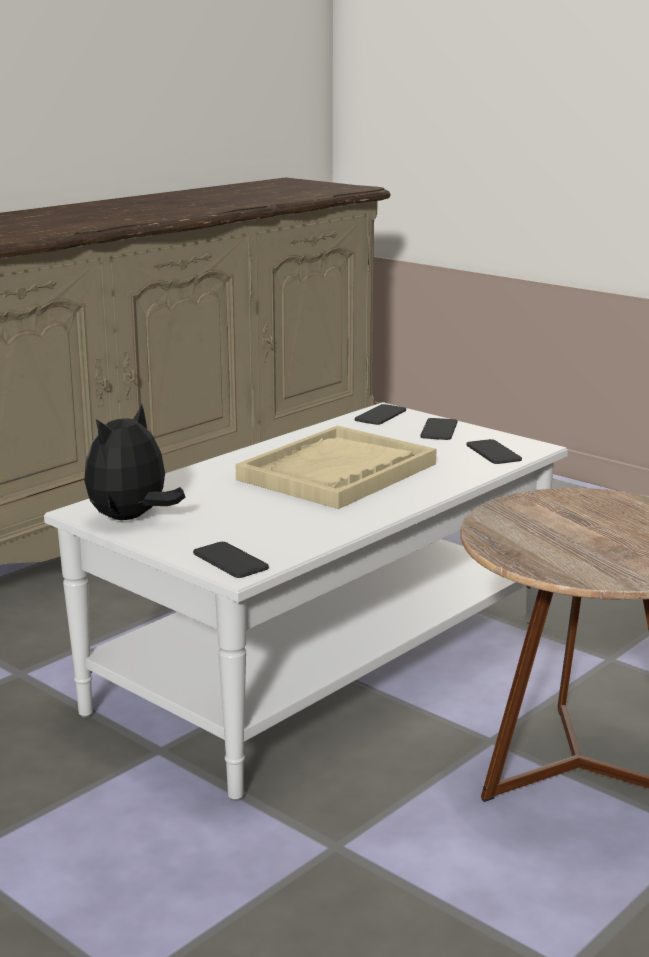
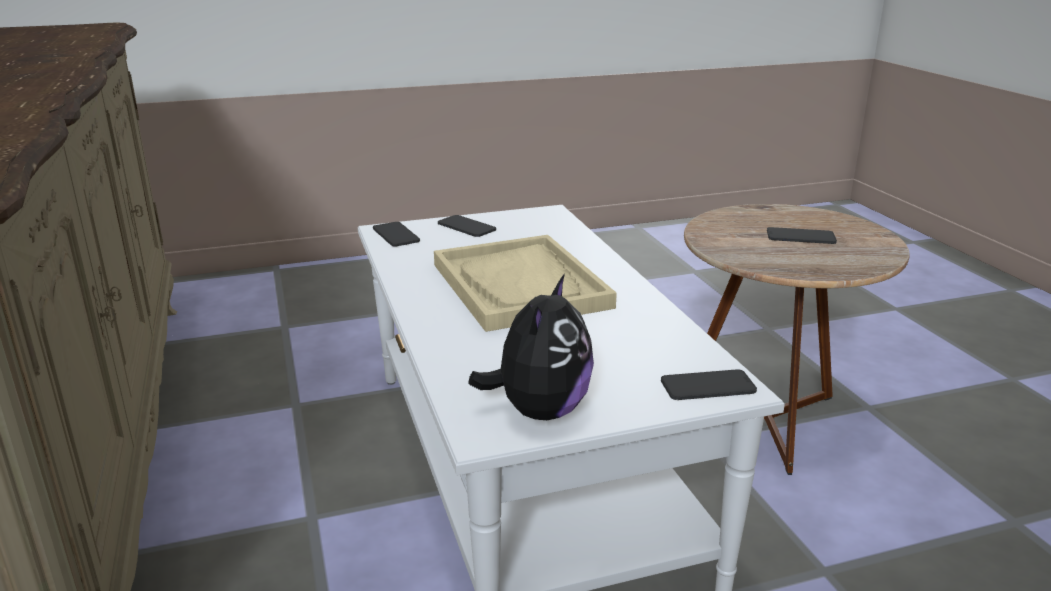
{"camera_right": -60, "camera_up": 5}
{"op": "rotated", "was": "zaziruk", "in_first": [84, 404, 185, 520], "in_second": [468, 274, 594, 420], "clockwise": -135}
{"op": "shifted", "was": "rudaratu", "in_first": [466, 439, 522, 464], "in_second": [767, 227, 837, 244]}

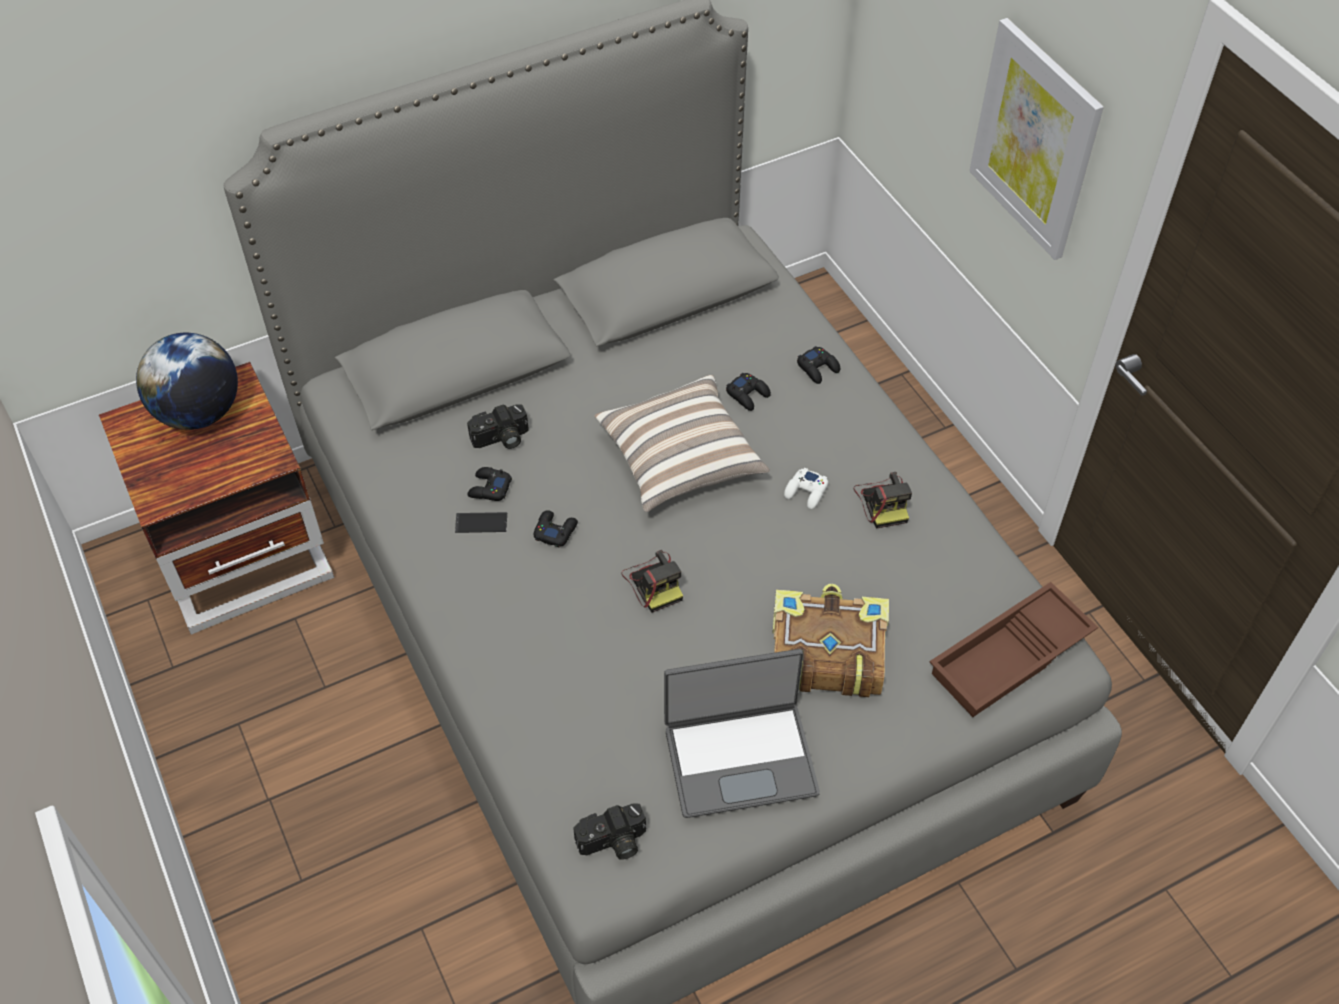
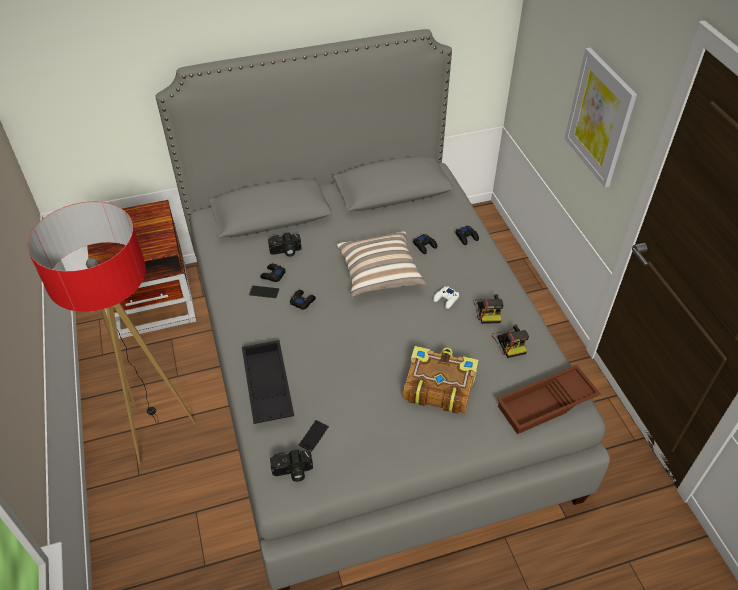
{"camera_right": 10, "camera_up": -5}
{"op": "new", "now": "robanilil", "in_second": [27, 202, 196, 465]}
{"op": "new", "now": "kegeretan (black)", "in_second": [242, 340, 294, 424]}
{"op": "new", "now": "rudaratu", "in_second": [299, 420, 329, 452]}
{"op": "shifted", "was": "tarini", "in_first": [622, 550, 683, 613], "in_second": [492, 324, 529, 358]}
{"op": "gone", "was": "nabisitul", "in_first": [136, 333, 238, 430]}
{"op": "gone", "was": "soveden", "in_first": [664, 649, 820, 818]}

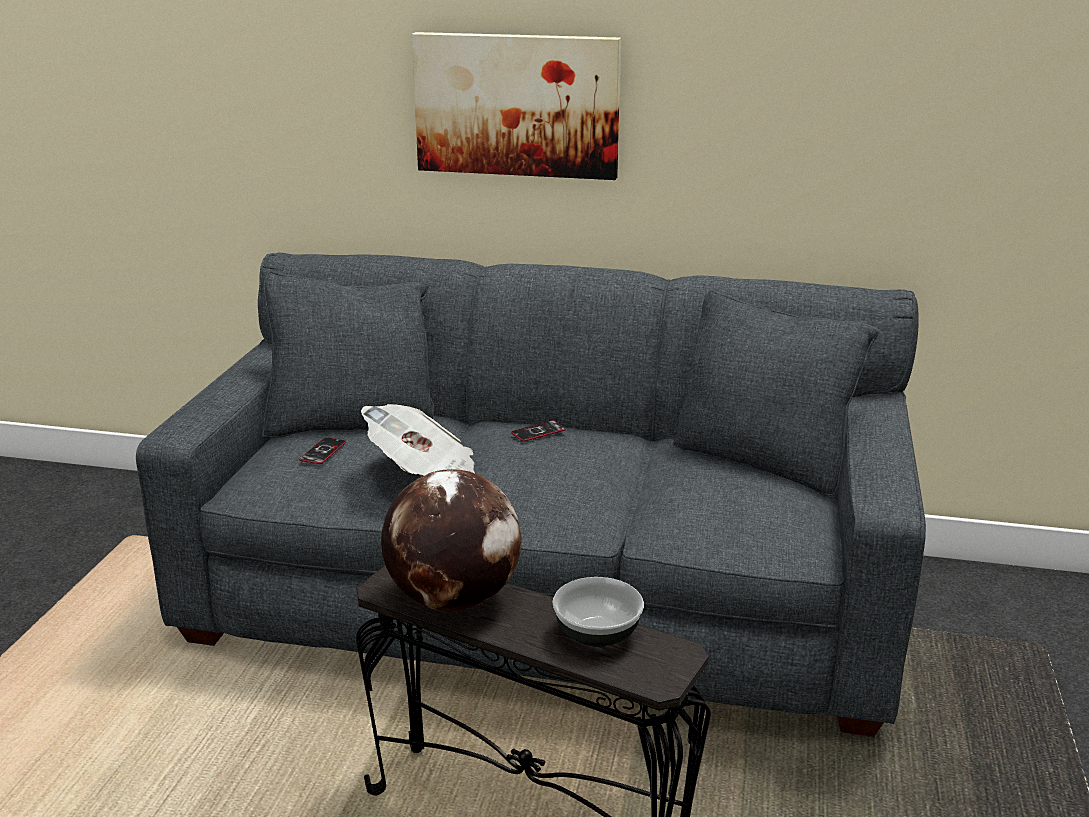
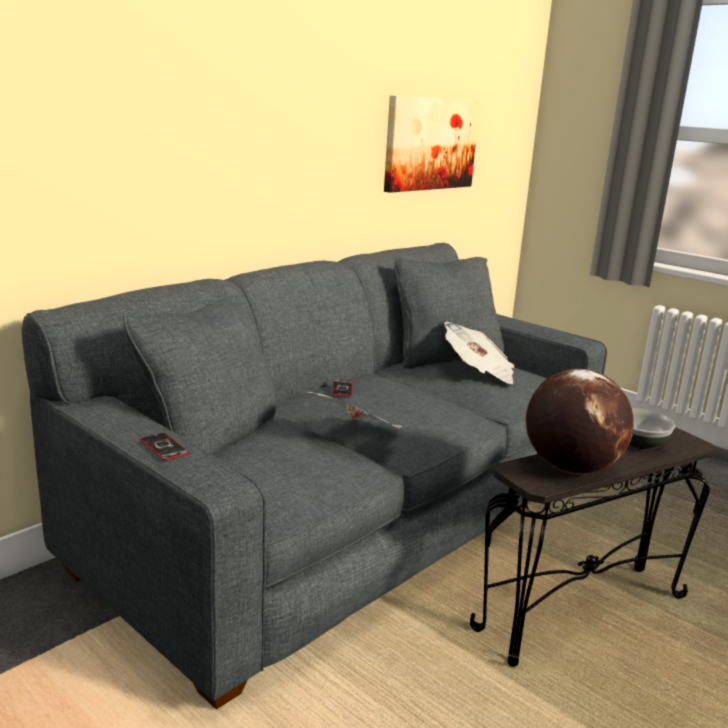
{"camera_right": -60, "camera_up": -5}
{"op": "shifted", "was": "rudaratu", "in_first": [299, 437, 346, 464], "in_second": [140, 433, 189, 460]}
{"op": "shifted", "was": "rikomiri", "in_first": [412, 32, 621, 180], "in_second": [384, 95, 480, 193]}
{"op": "new", "now": "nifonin", "in_second": [444, 321, 515, 384]}

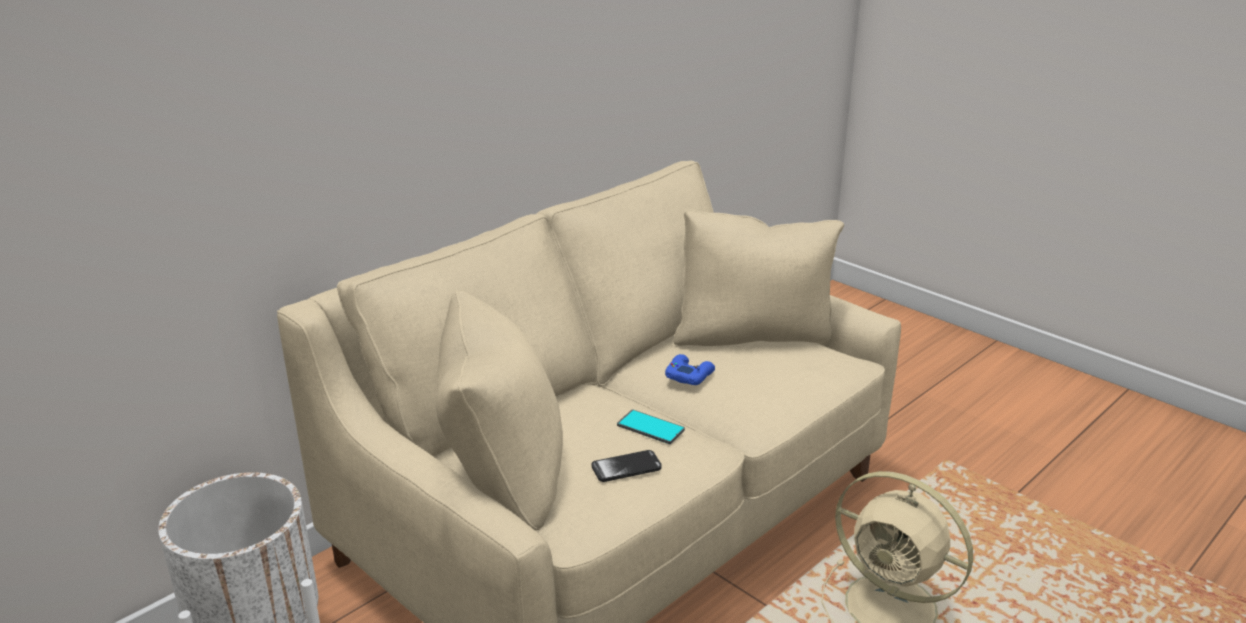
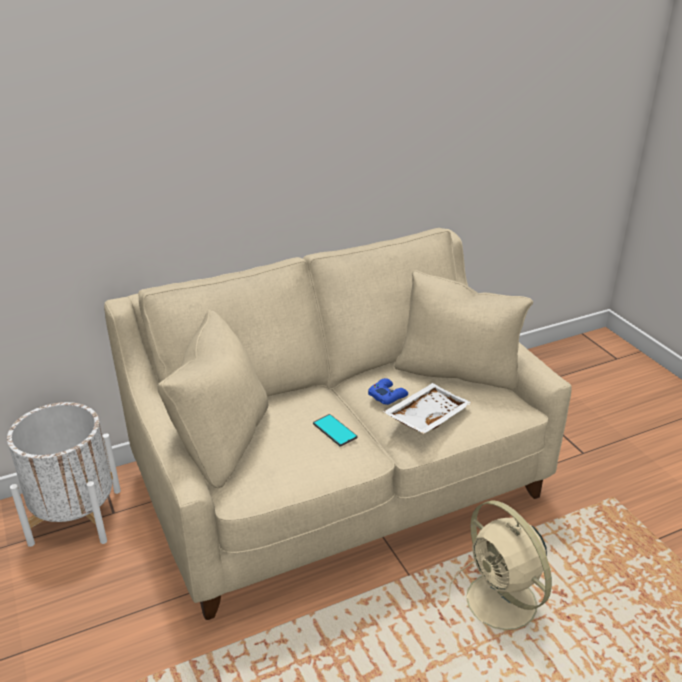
{"camera_right": 20, "camera_up": 5}
{"op": "new", "now": "kegeretan (white)", "in_second": [383, 383, 472, 434]}
{"op": "gone", "was": "rudaratu", "in_first": [592, 450, 662, 482]}

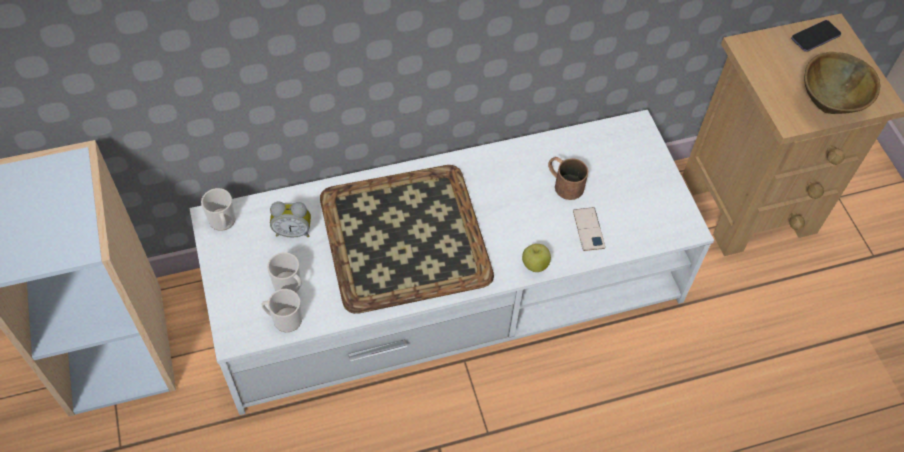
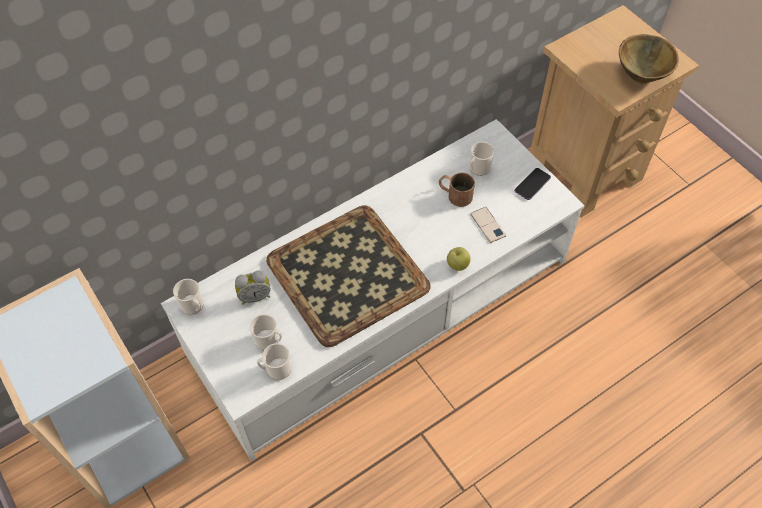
{"camera_right": -15, "camera_up": 0}
{"op": "new", "now": "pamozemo", "in_second": [470, 142, 494, 176]}
{"op": "shifted", "was": "rudaratu", "in_first": [791, 20, 841, 52], "in_second": [515, 168, 551, 200]}

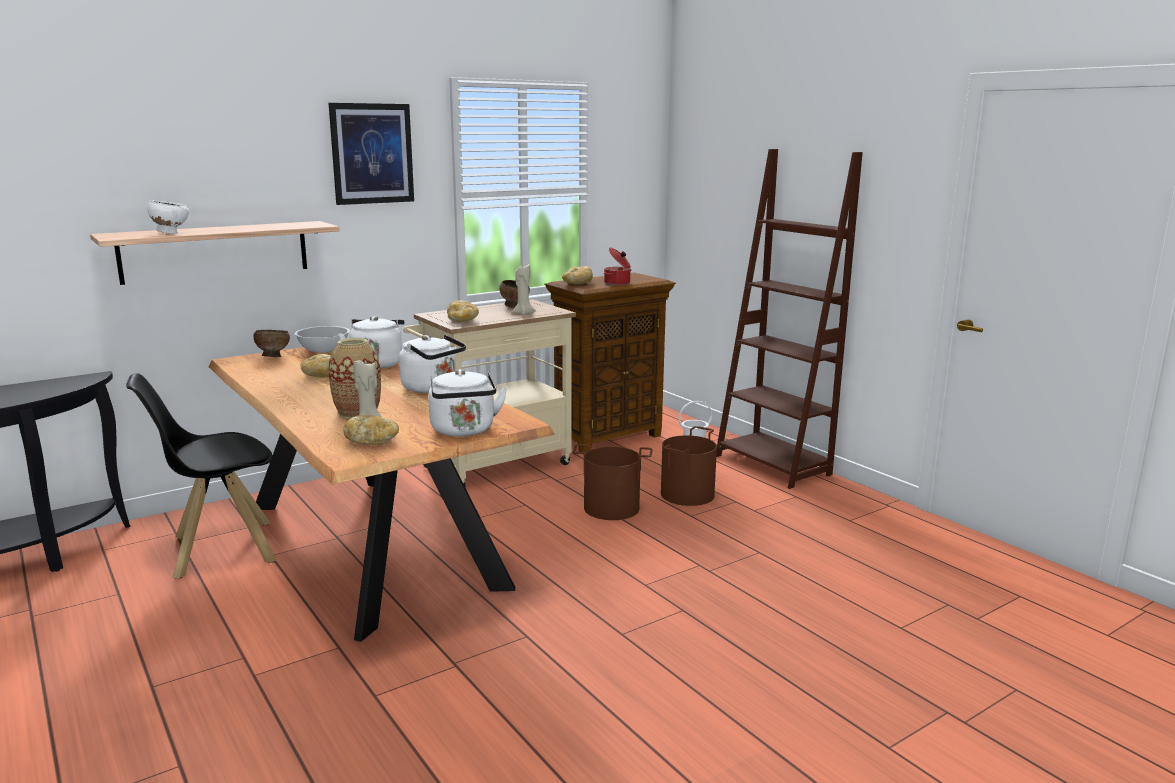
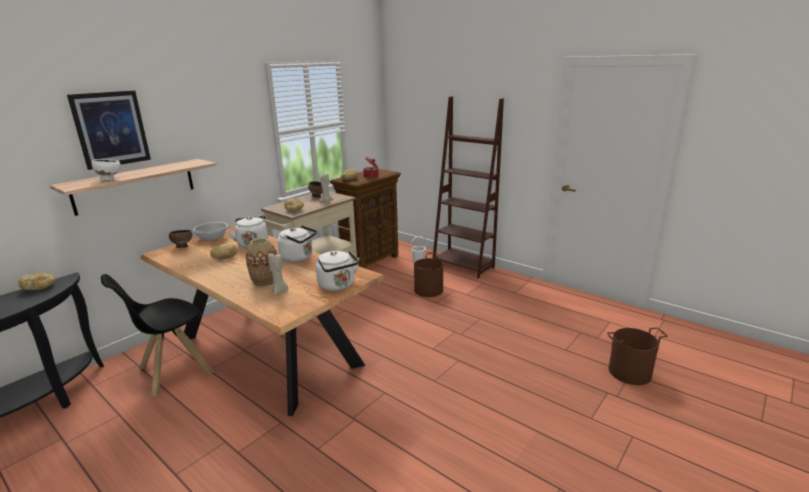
{"camera_right": -15, "camera_up": 5}
{"op": "shifted", "was": "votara", "in_first": [343, 415, 399, 445], "in_second": [18, 273, 56, 290]}
{"op": "shifted", "was": "rikomiri", "in_first": [329, 103, 414, 205], "in_second": [67, 90, 151, 170]}
{"op": "shifted", "was": "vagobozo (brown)", "in_first": [573, 444, 652, 520], "in_second": [607, 327, 668, 385]}

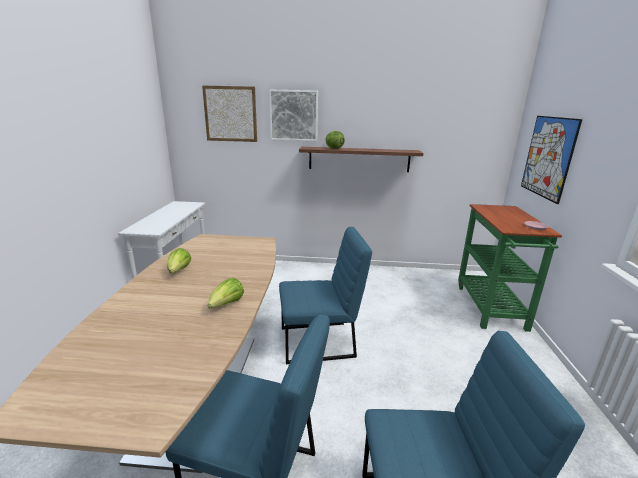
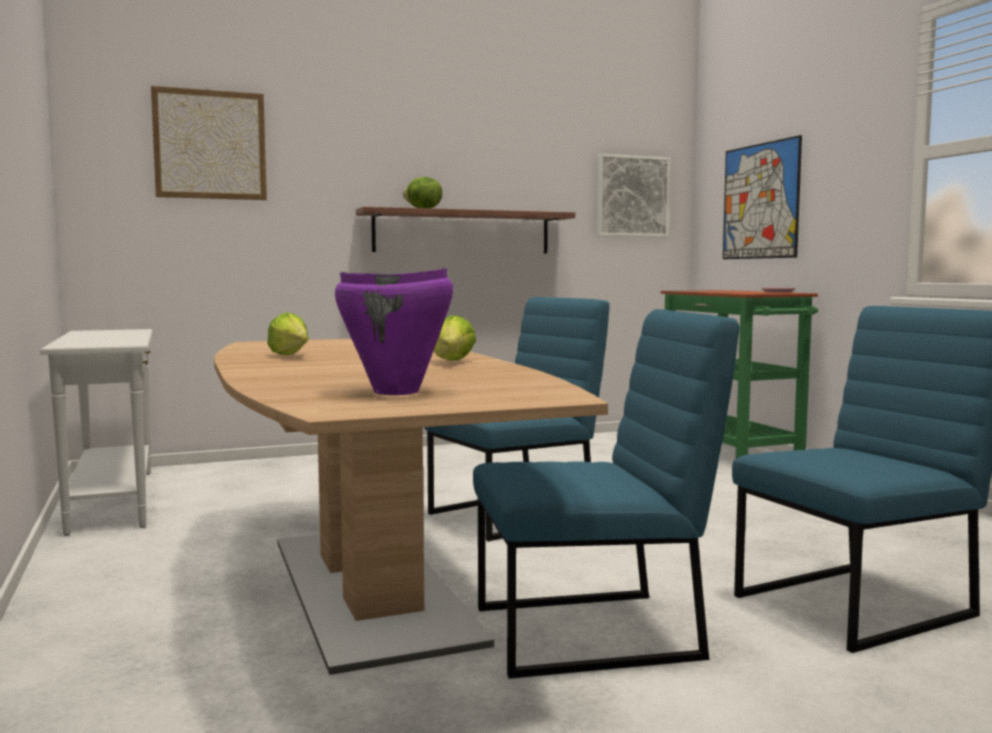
{"camera_right": -25, "camera_up": -15}
{"op": "new", "now": "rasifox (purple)", "in_second": [335, 268, 453, 395]}
{"op": "shifted", "was": "rikomiri", "in_first": [269, 89, 318, 141], "in_second": [597, 154, 671, 237]}

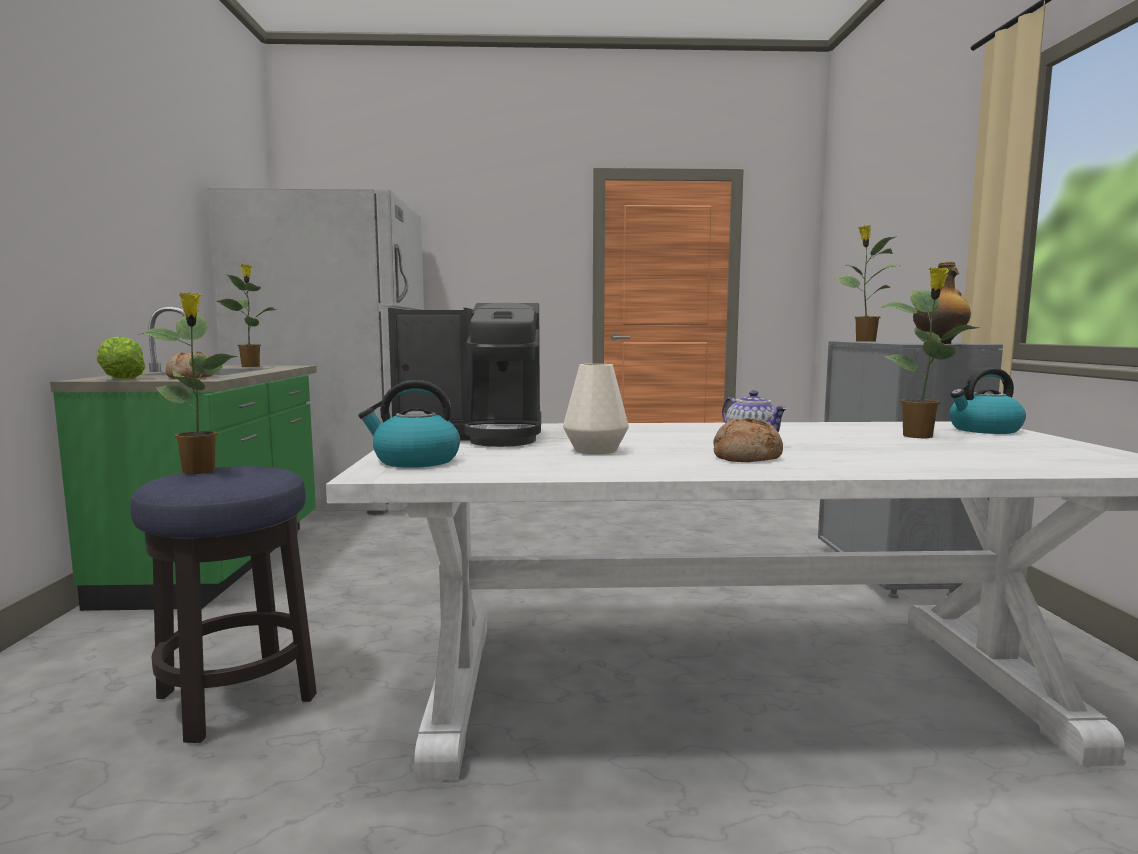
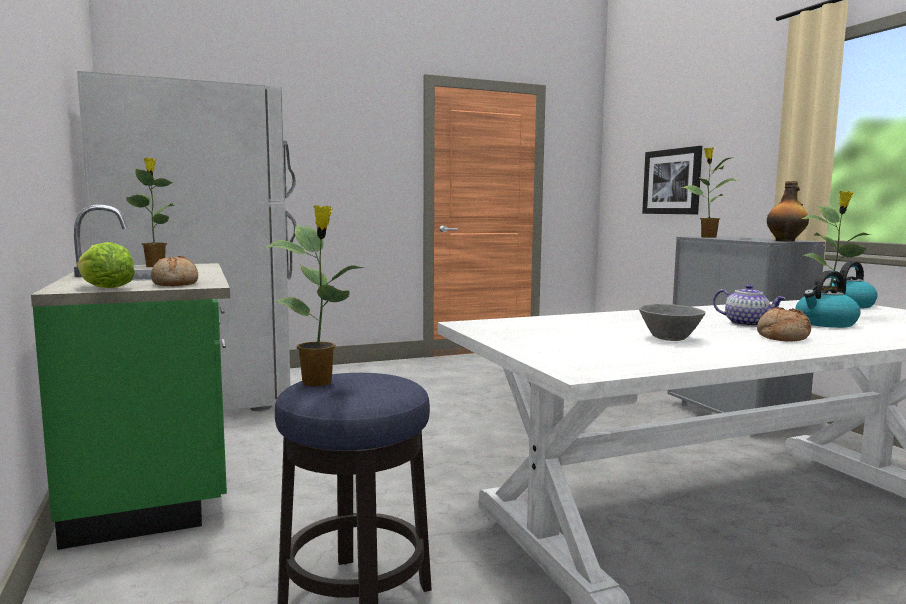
{"camera_right": -20, "camera_up": 0}
{"op": "swapped", "was": "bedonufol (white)", "now": "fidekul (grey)", "in_first": [563, 364, 629, 454], "in_second": [639, 304, 705, 341]}
{"op": "new", "now": "rikomiri", "in_second": [642, 146, 702, 215]}
{"op": "shifted", "was": "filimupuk", "in_first": [358, 380, 460, 468], "in_second": [796, 270, 861, 328]}
{"op": "gone", "was": "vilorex", "in_first": [388, 303, 541, 447]}

